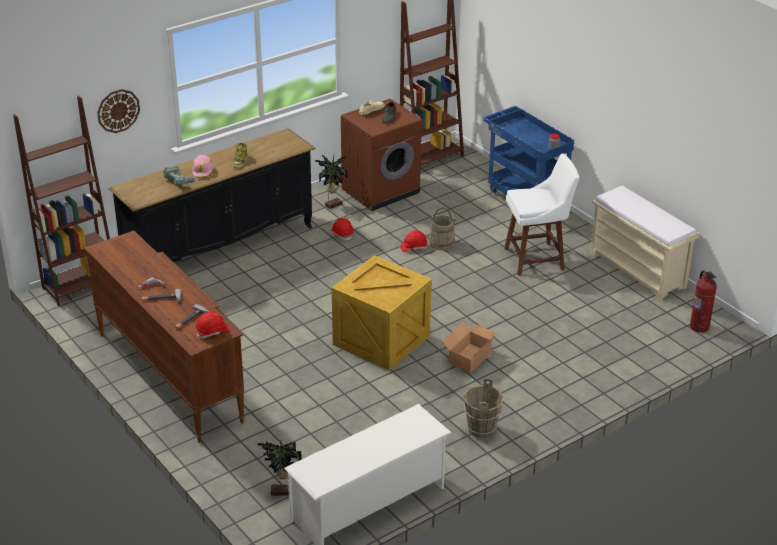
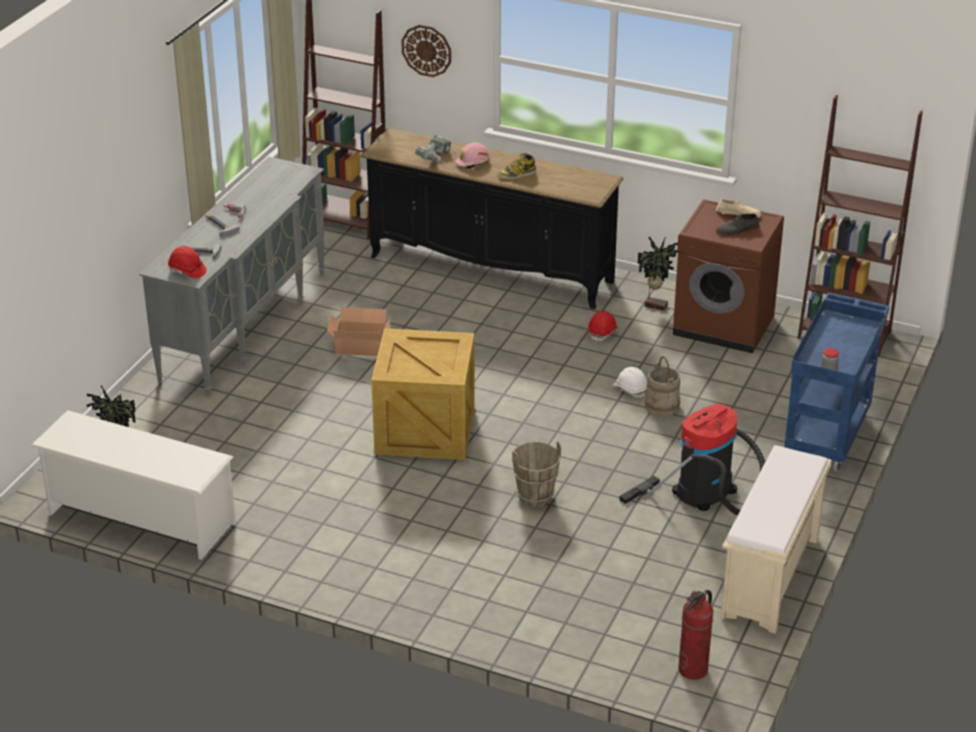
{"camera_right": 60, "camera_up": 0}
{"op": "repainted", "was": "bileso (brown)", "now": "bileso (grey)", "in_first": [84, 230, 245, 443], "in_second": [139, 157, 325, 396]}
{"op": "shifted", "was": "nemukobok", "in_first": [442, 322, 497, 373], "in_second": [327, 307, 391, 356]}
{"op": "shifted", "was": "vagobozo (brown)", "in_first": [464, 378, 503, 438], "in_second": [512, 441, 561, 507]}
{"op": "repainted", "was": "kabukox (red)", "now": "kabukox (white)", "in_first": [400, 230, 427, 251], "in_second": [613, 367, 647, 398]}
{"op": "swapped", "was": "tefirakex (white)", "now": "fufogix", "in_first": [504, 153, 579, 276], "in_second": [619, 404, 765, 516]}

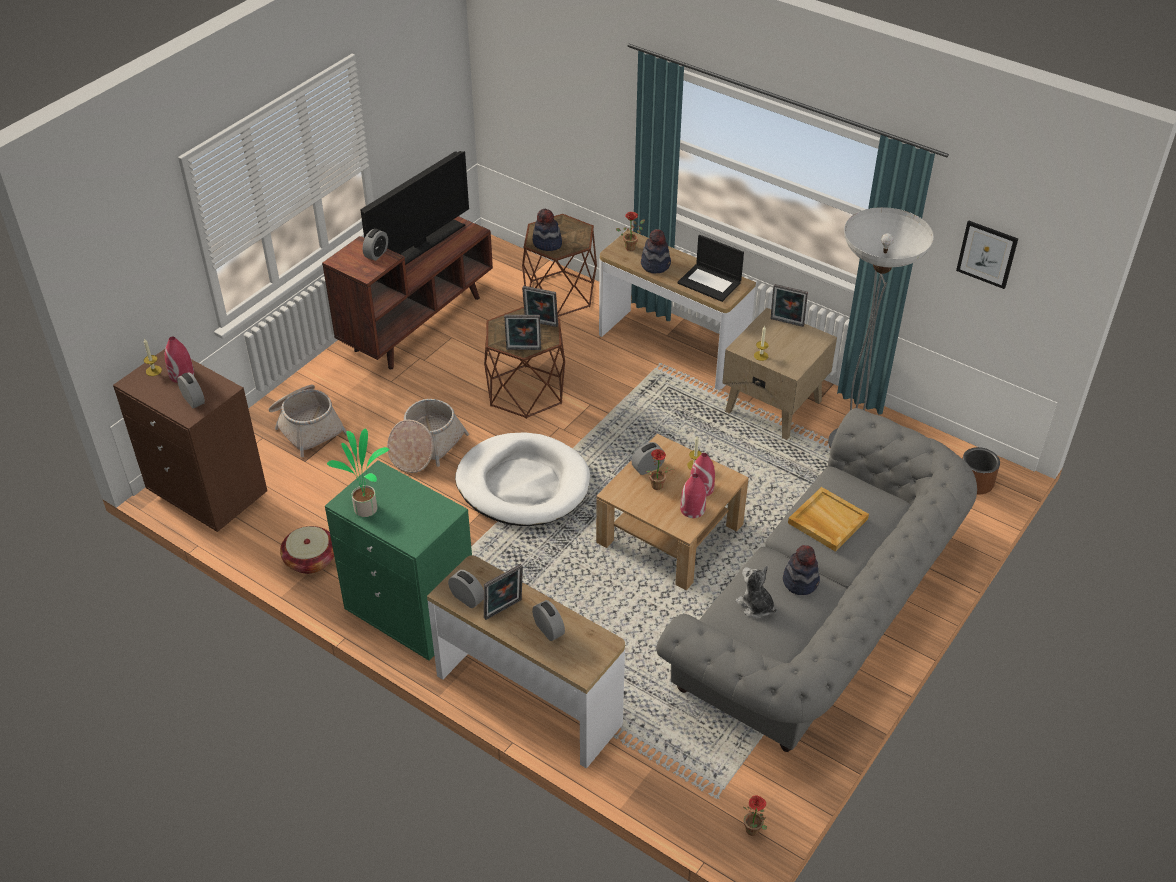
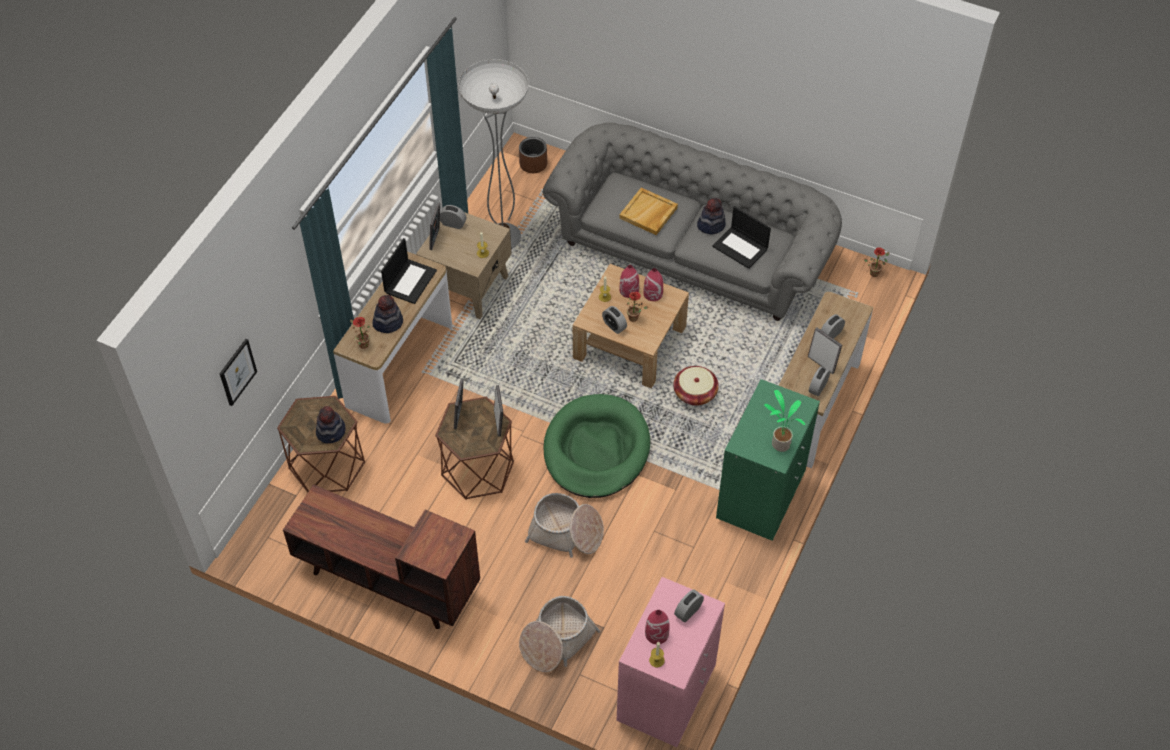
{"camera_right": -100, "camera_up": 10}
{"op": "shifted", "was": "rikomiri", "in_first": [956, 221, 1018, 289], "in_second": [219, 339, 257, 406]}
{"op": "shifted", "was": "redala", "in_first": [363, 229, 388, 261], "in_second": [440, 205, 467, 229]}
{"op": "repainted", "was": "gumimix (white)", "now": "gumimix (green)", "in_first": [455, 432, 590, 526], "in_second": [544, 394, 650, 498]}
{"op": "repainted", "was": "bileso (brown)", "now": "bileso (pink)", "in_first": [113, 349, 267, 532], "in_second": [617, 577, 725, 747]}
{"op": "shifted", "was": "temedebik", "in_first": [280, 526, 334, 574], "in_second": [673, 366, 719, 406]}
{"op": "swapped", "was": "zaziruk", "now": "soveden", "in_first": [736, 566, 777, 618], "in_second": [712, 206, 771, 269]}
{"op": "gone", "was": "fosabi", "in_first": [360, 151, 469, 265]}

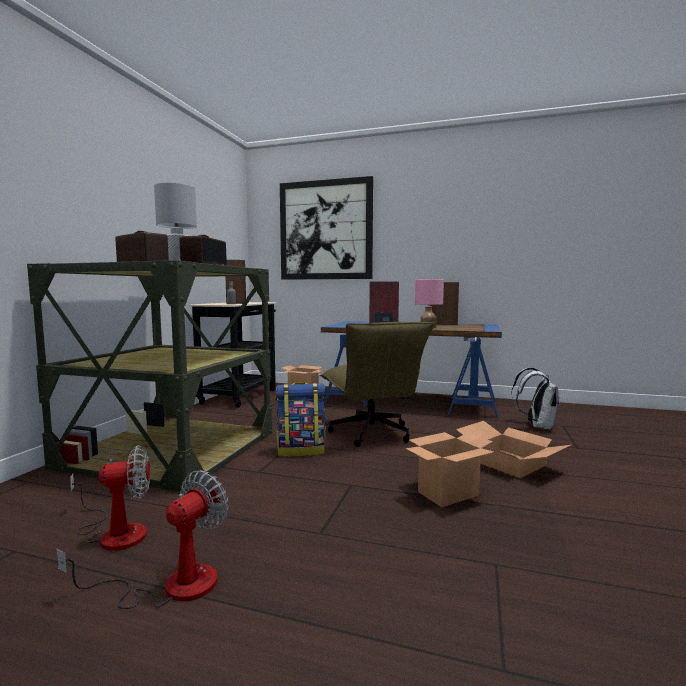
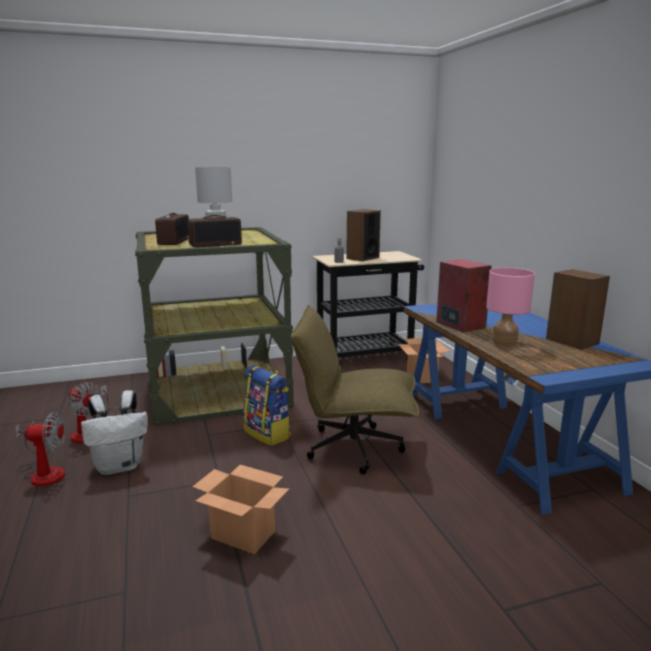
{"camera_right": 55, "camera_up": 10}
{"op": "shifted", "was": "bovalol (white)", "in_first": [511, 367, 560, 430], "in_second": [81, 390, 148, 475]}
{"op": "rotated", "was": "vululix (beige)", "in_first": [319, 322, 435, 447], "in_second": [291, 305, 419, 475], "clockwise": 60}
{"op": "gone", "was": "rikomiri", "in_first": [280, 176, 373, 280]}
{"op": "gone", "was": "nemukobok", "in_first": [456, 421, 571, 478]}

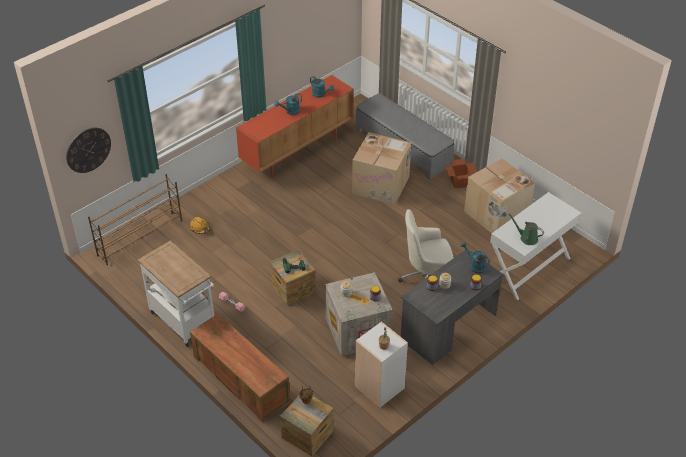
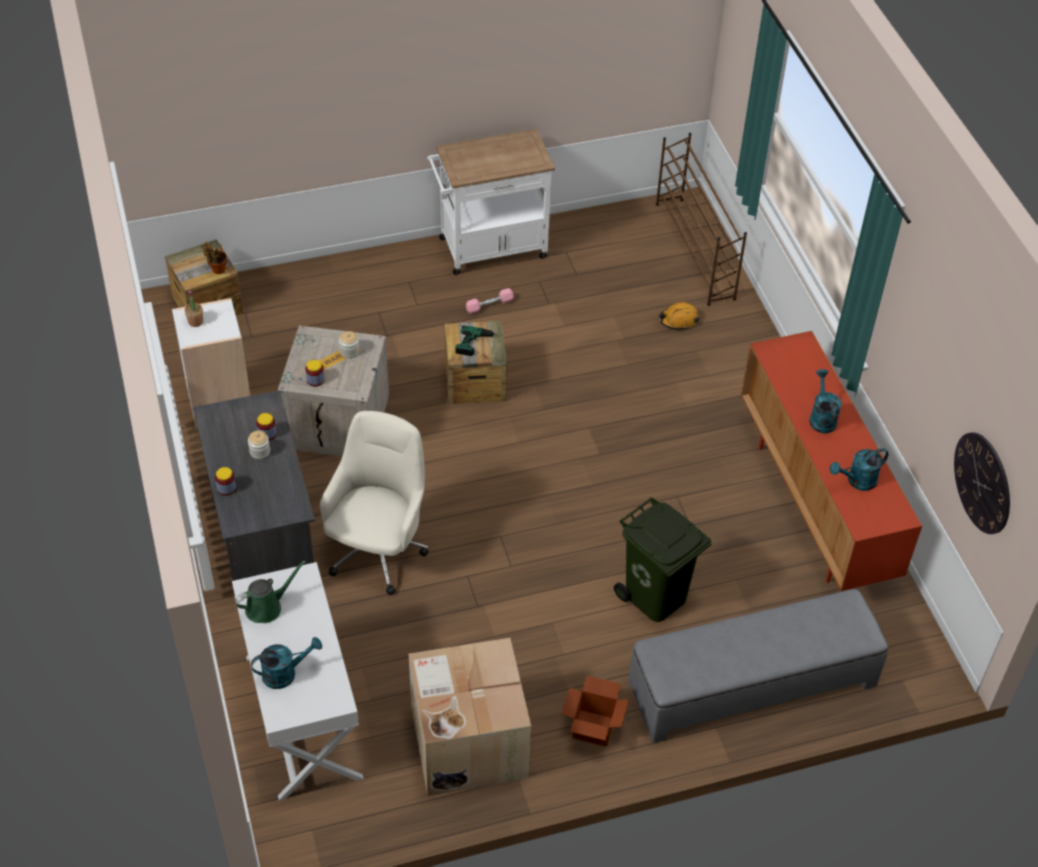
{"camera_right": 115, "camera_up": 5}
{"op": "shifted", "was": "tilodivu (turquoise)", "in_first": [461, 242, 490, 274], "in_second": [251, 637, 322, 689]}
{"op": "swapped", "was": "nemukobok", "now": "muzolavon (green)", "in_first": [352, 132, 411, 205], "in_second": [614, 497, 711, 622]}
{"op": "shifted", "was": "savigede", "in_first": [66, 128, 111, 173], "in_second": [954, 432, 1010, 534]}
{"op": "gone", "was": "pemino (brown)", "in_first": [190, 314, 290, 422]}

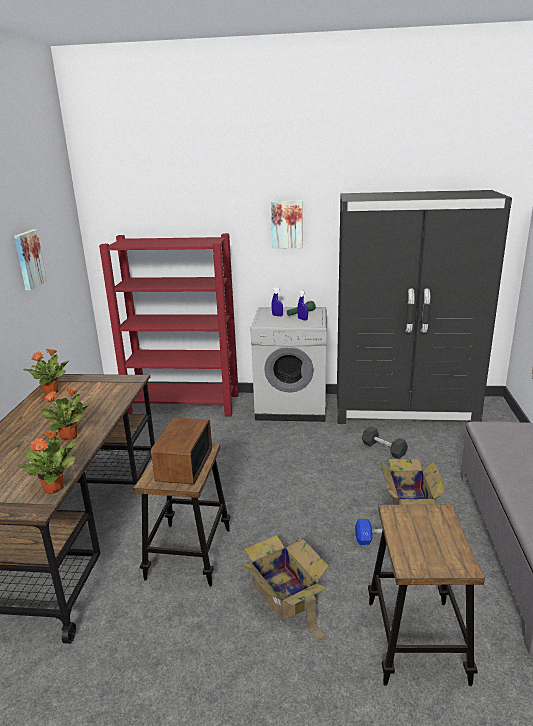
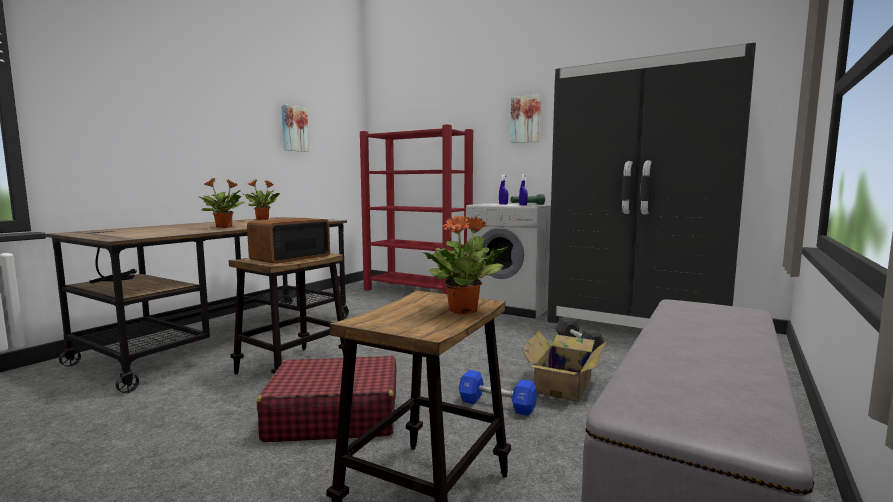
{"camera_right": 25, "camera_up": -15}
{"op": "swapped", "was": "nemukobok", "now": "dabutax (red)", "in_first": [241, 535, 329, 643], "in_second": [257, 356, 397, 442]}
{"op": "shifted", "was": "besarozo", "in_first": [18, 431, 76, 494], "in_second": [423, 215, 508, 314]}

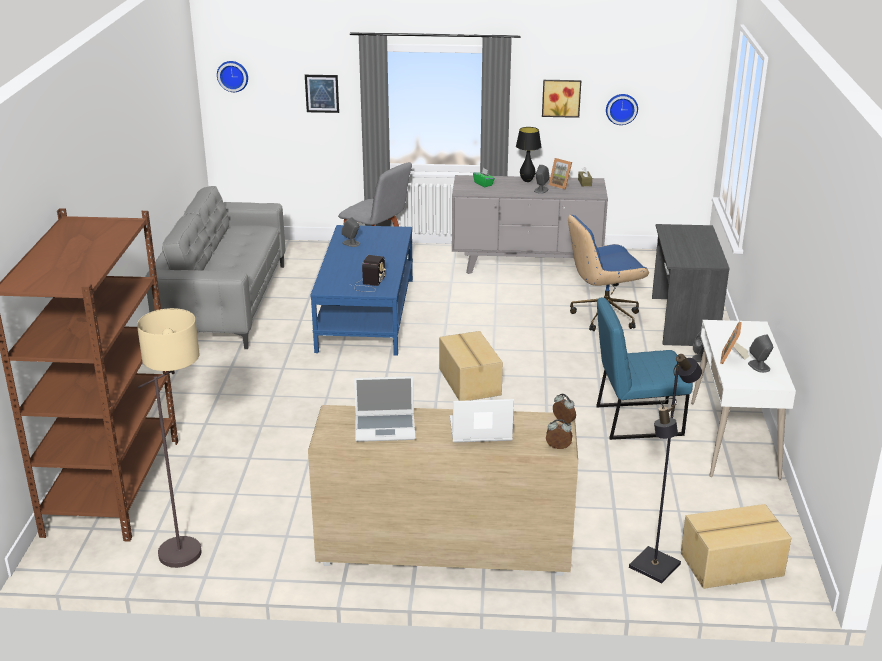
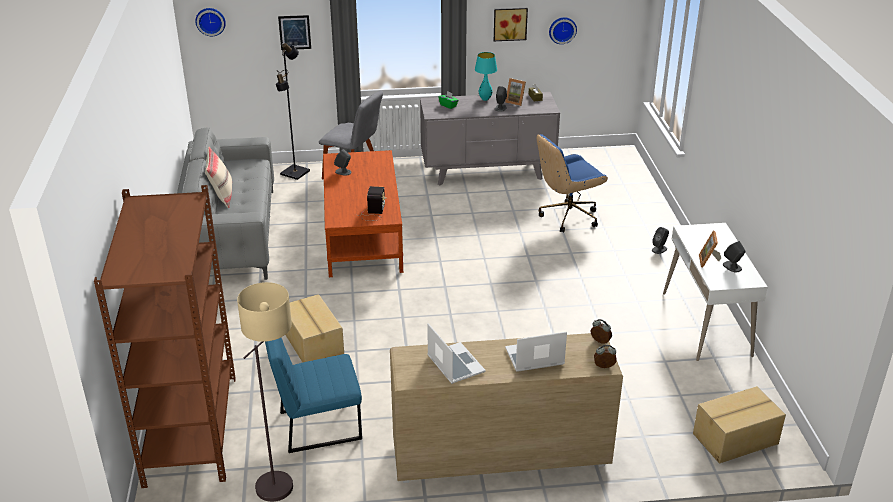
{"camera_right": -10, "camera_up": 5}
{"op": "new", "now": "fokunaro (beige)", "in_second": [205, 146, 232, 208]}
{"op": "shifted", "was": "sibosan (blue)", "in_first": [596, 297, 693, 440], "in_second": [265, 338, 362, 453]}
{"op": "shifted", "was": "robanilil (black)", "in_first": [629, 354, 702, 583], "in_second": [276, 43, 310, 180]}
{"op": "shifted", "was": "nemukobok", "in_first": [439, 331, 503, 401], "in_second": [286, 294, 344, 363]}
{"op": "repainted", "was": "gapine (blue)", "now": "gapine (brown)", "in_first": [310, 225, 413, 356], "in_second": [323, 150, 403, 277]}
{"op": "rotated", "was": "soveden", "in_first": [354, 376, 415, 442], "in_second": [427, 323, 486, 384], "clockwise": -105}
{"op": "repainted", "was": "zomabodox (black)", "now": "zomabodox (turquoise)", "in_first": [516, 127, 542, 182], "in_second": [475, 52, 497, 101]}
{"op": "gone", "was": "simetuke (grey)", "in_first": [652, 224, 730, 346]}

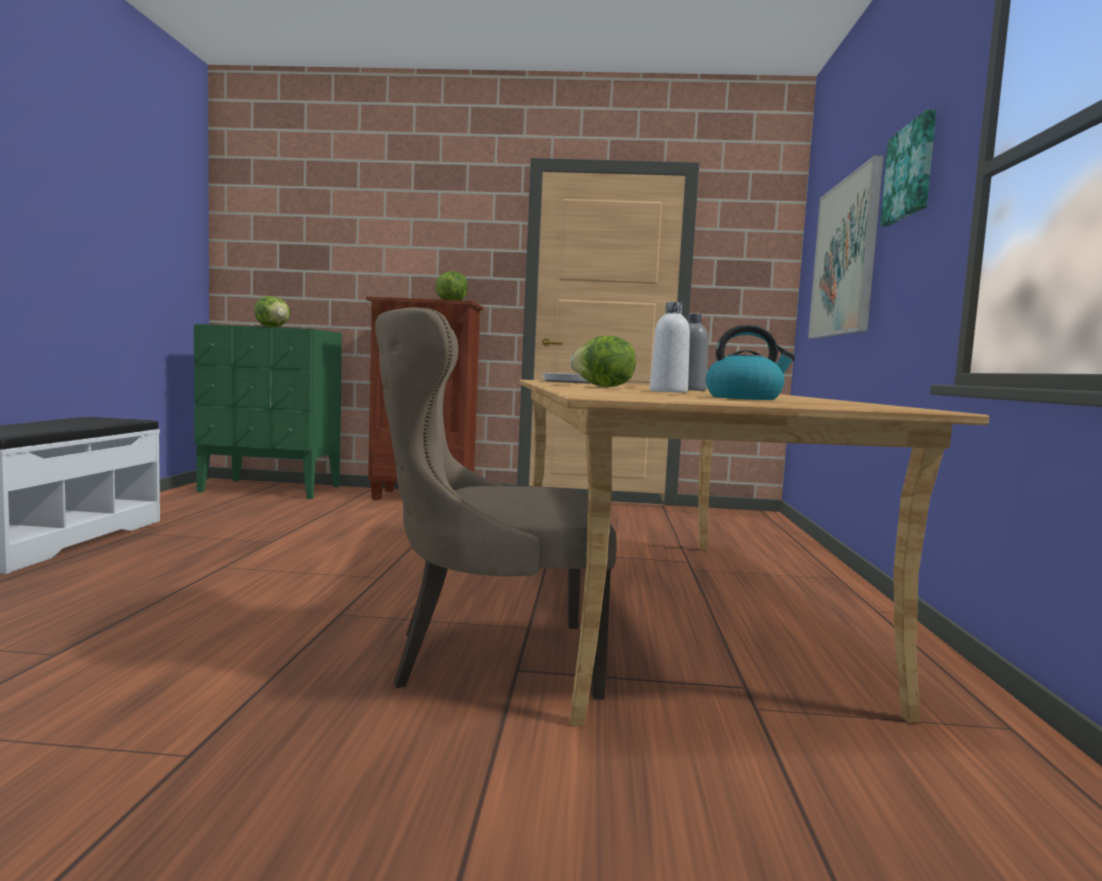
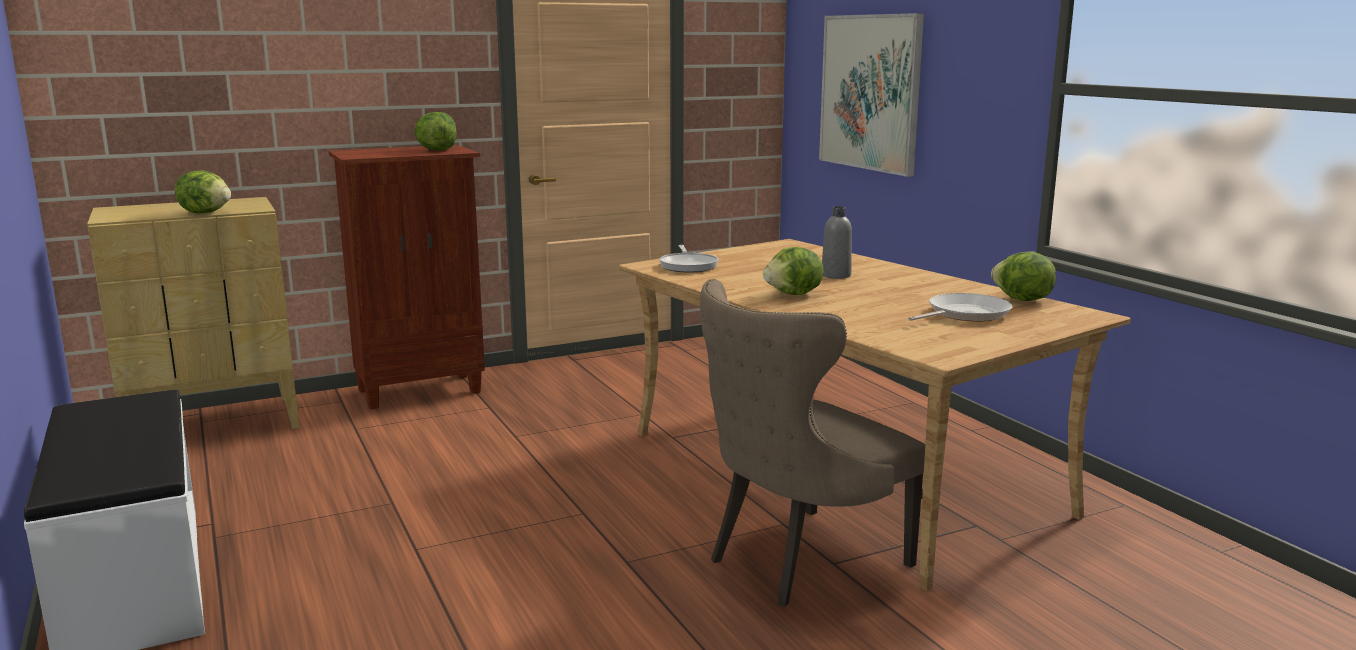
{"camera_right": -30, "camera_up": 10}
{"op": "repainted", "was": "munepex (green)", "now": "munepex (beige)", "in_first": [194, 324, 342, 499], "in_second": [87, 197, 299, 429]}
{"op": "swapped", "was": "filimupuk", "now": "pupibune", "in_first": [706, 325, 795, 400], "in_second": [908, 293, 1012, 322]}
{"op": "new", "now": "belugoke", "in_second": [991, 252, 1056, 301]}
{"op": "gone", "was": "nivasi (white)", "in_first": [650, 302, 690, 393]}
{"op": "gone", "was": "rikomiri", "in_first": [880, 109, 936, 226]}

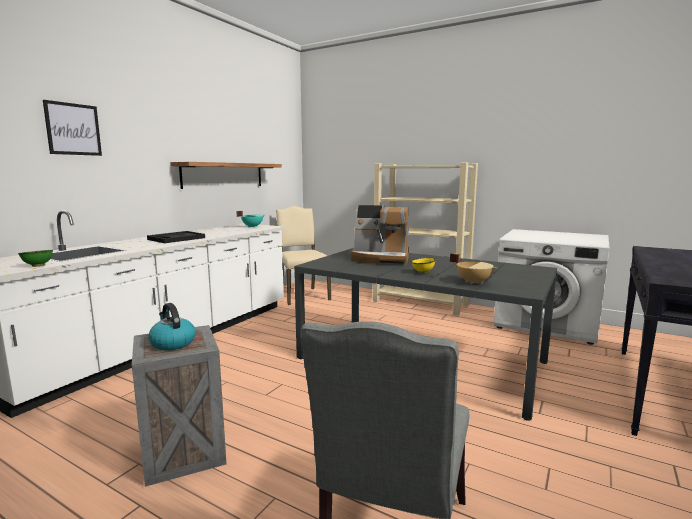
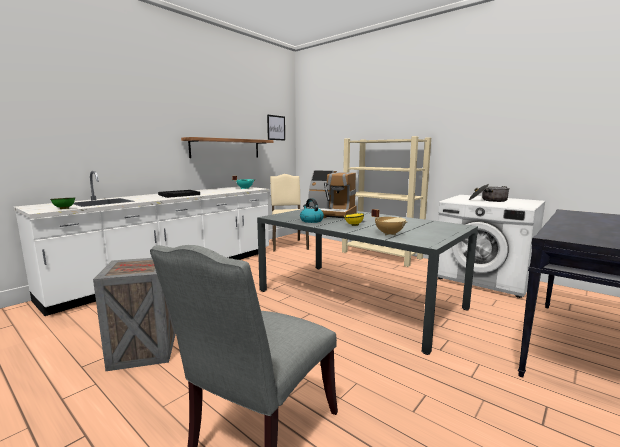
{"camera_right": 10, "camera_up": 0}
{"op": "shifted", "was": "rikomiri", "in_first": [43, 100, 102, 156], "in_second": [267, 115, 285, 140]}
{"op": "shifted", "was": "filimupuk", "in_first": [148, 303, 196, 350], "in_second": [300, 198, 324, 223]}
{"op": "new", "now": "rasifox", "in_second": [469, 184, 510, 202]}

